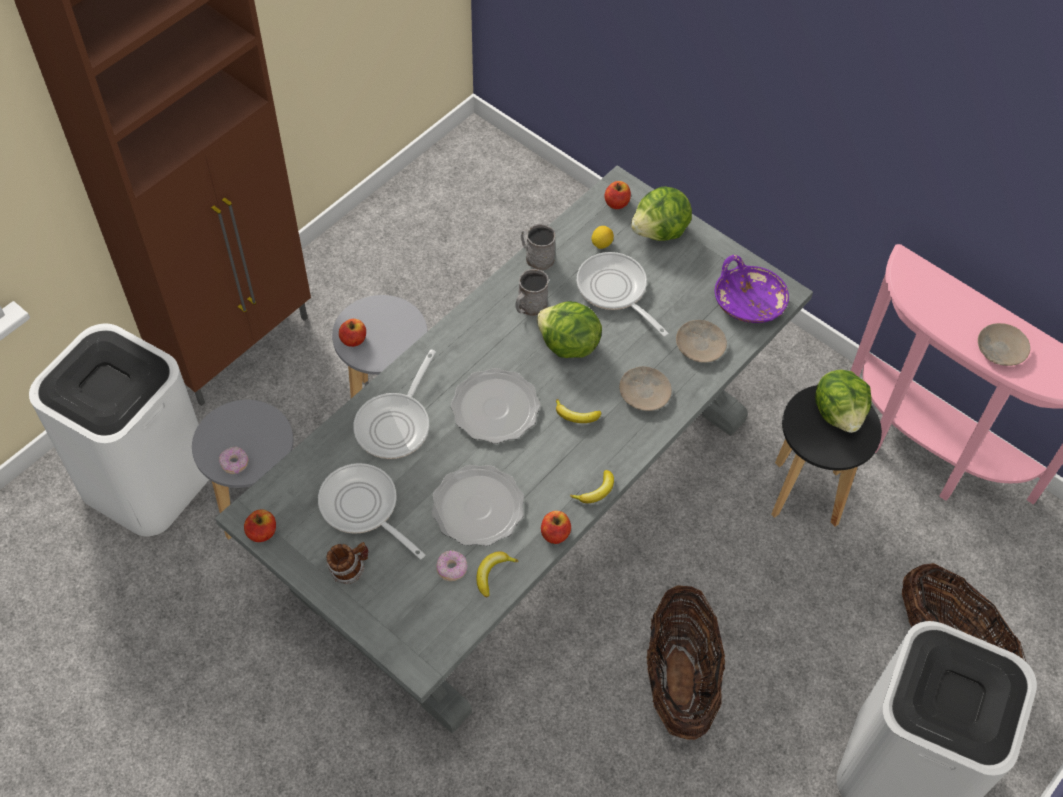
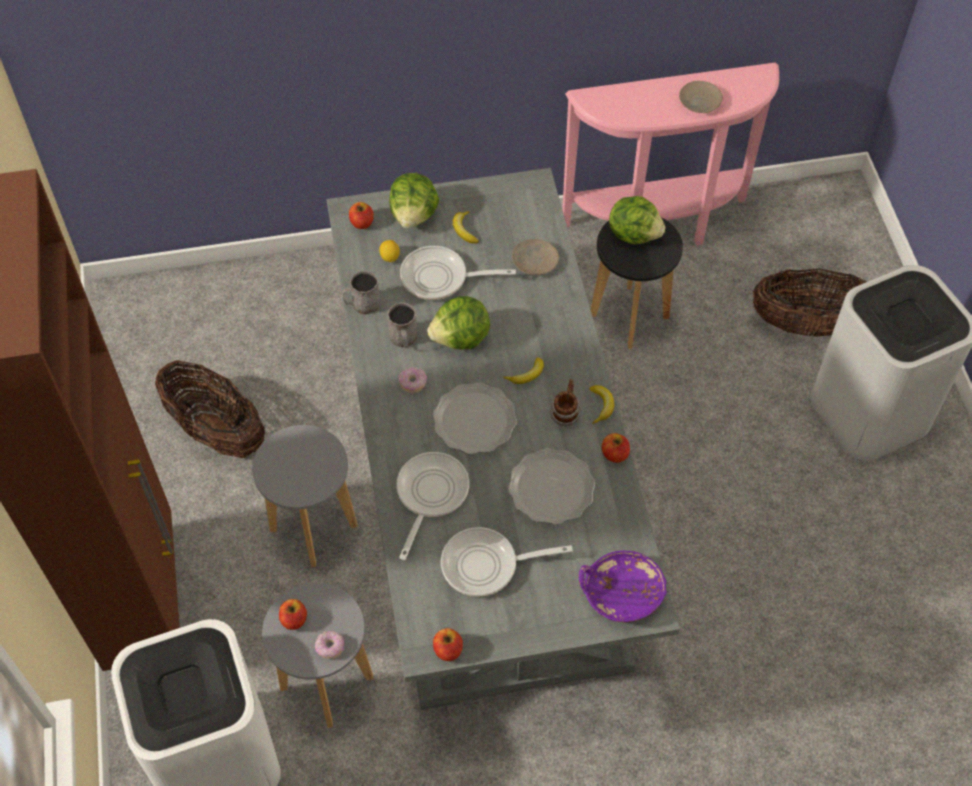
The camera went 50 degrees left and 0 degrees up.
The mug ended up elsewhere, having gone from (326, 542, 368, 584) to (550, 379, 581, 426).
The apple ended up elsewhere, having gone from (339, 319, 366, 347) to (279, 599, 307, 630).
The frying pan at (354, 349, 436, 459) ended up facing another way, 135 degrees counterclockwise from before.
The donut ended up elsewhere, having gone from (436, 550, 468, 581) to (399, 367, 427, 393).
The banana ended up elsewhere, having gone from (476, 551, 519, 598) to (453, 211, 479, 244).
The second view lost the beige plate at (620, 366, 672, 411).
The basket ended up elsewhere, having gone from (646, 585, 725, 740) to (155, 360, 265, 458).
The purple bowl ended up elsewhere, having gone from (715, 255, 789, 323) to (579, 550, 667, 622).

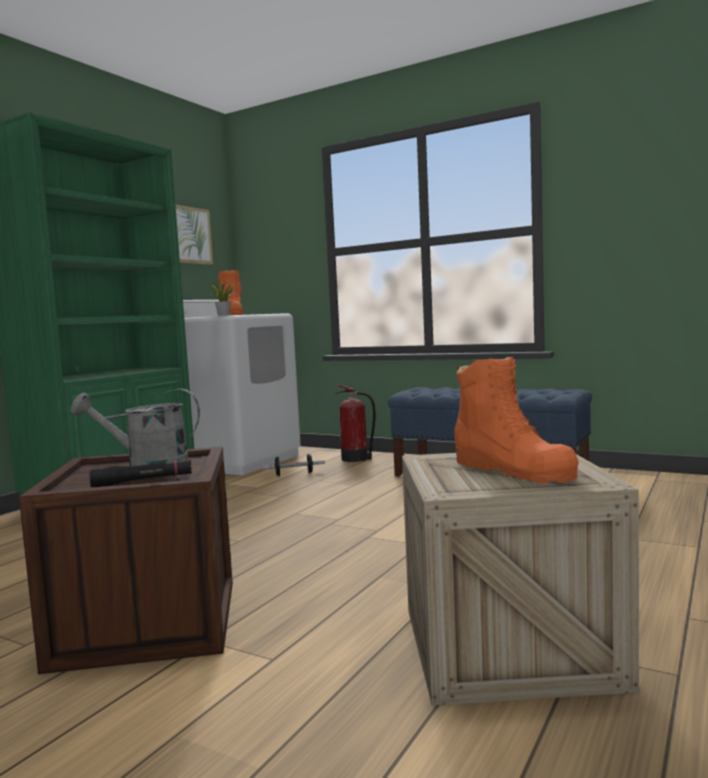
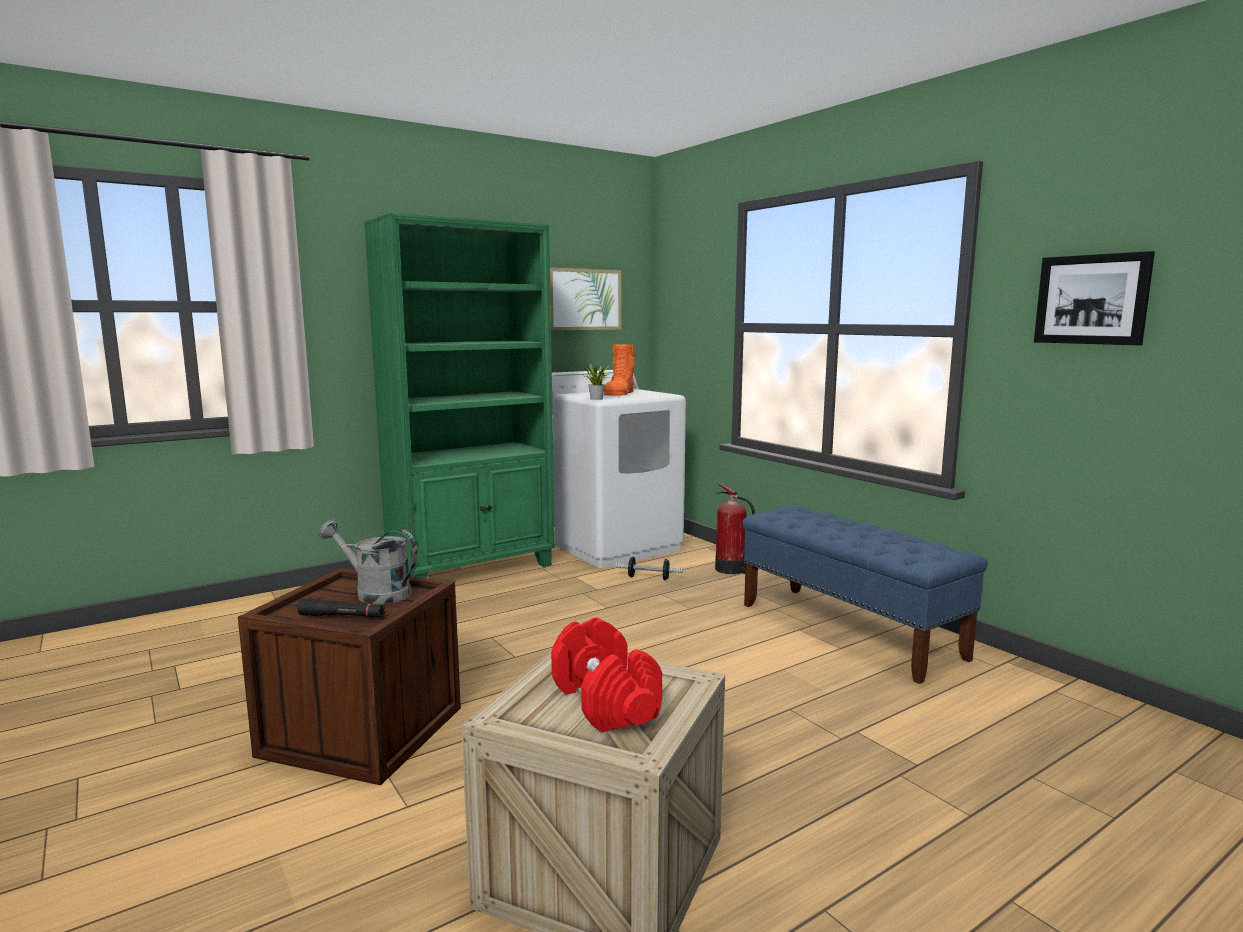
The camera went 25 degrees right and 5 degrees up.
Where the orange boot stood at (454, 356, 579, 483), the red dumbbell came to stand at (551, 617, 662, 733).
The second view gained the picture at (1034, 251, 1155, 345).

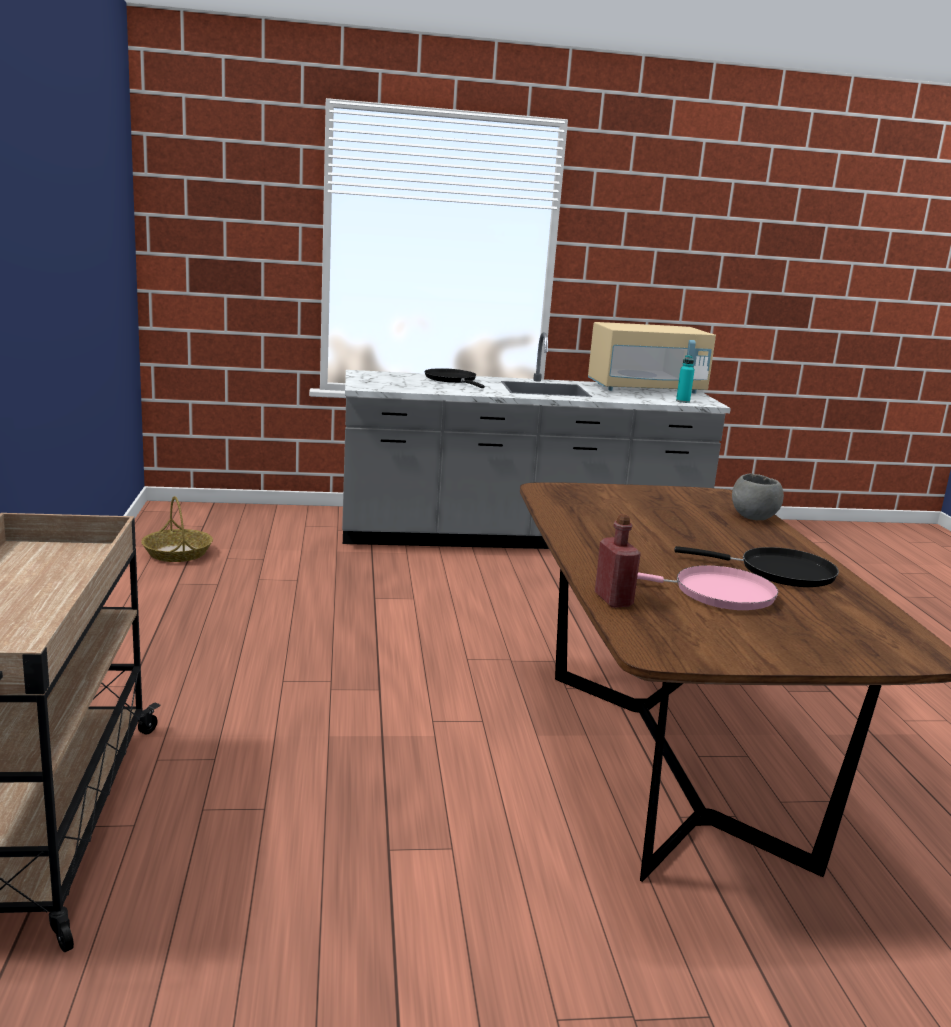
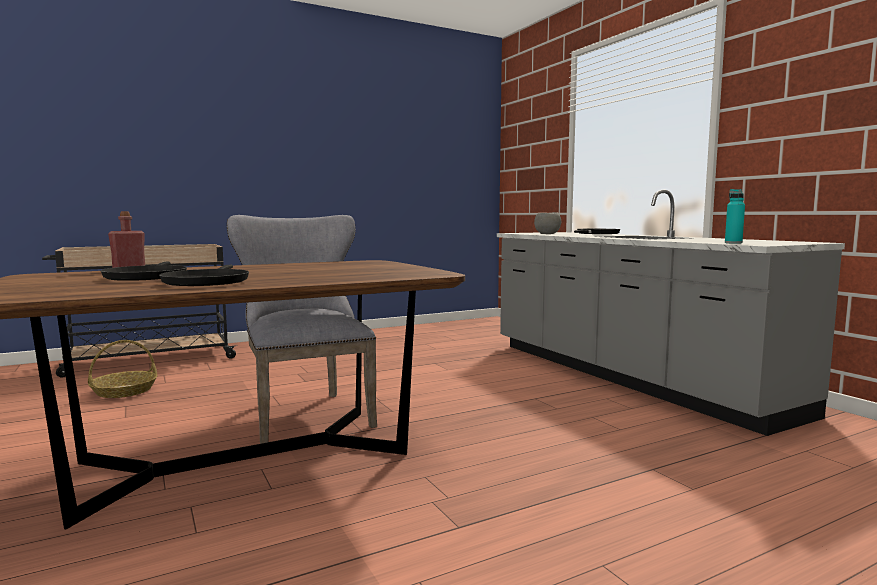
The camera went 70 degrees right and 10 degrees down.
The basket ended up elsewhere, having gone from (141, 496, 213, 562) to (88, 340, 157, 398).
The second view lost the beige microwave at (588, 322, 716, 394).
What was the pink frying pan at (637, 565, 778, 610) turned into the black frying pan at (101, 262, 187, 281).
The grey bowl ended up elsewhere, having gone from (732, 474, 784, 520) to (534, 212, 561, 234).
The second view gained the grey chair at (227, 215, 377, 444).

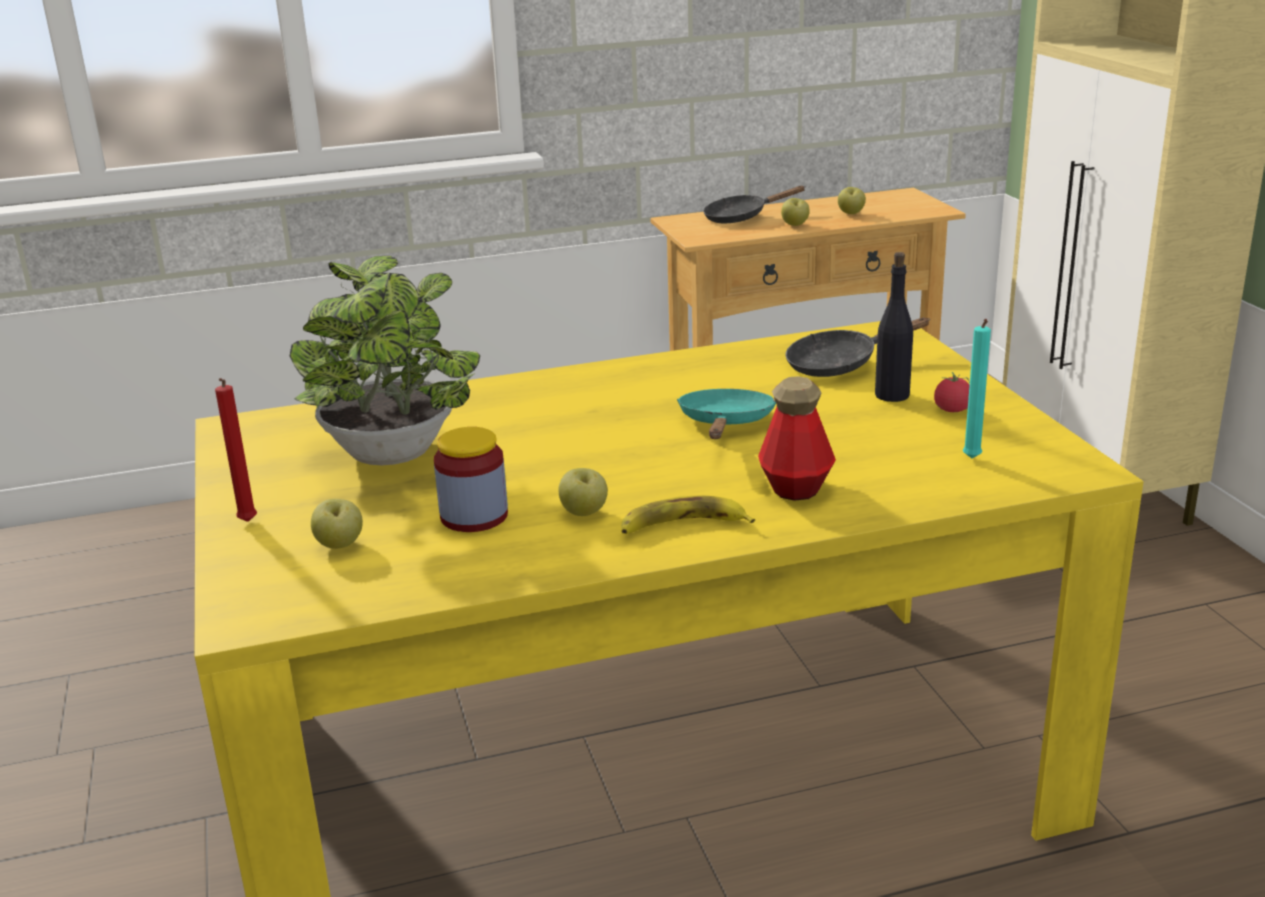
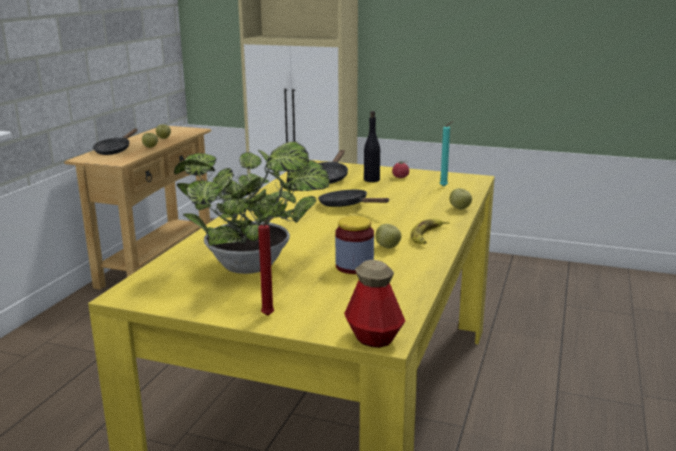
The camera went 55 degrees left and 5 degrees down.
The apple ended up elsewhere, having gone from (311, 499, 363, 549) to (450, 188, 472, 210).
What was the turquoise frying pan at (677, 389, 776, 439) turned into the black frying pan at (318, 190, 390, 207).
The bottle ended up elsewhere, having gone from (758, 376, 836, 501) to (344, 260, 405, 348).

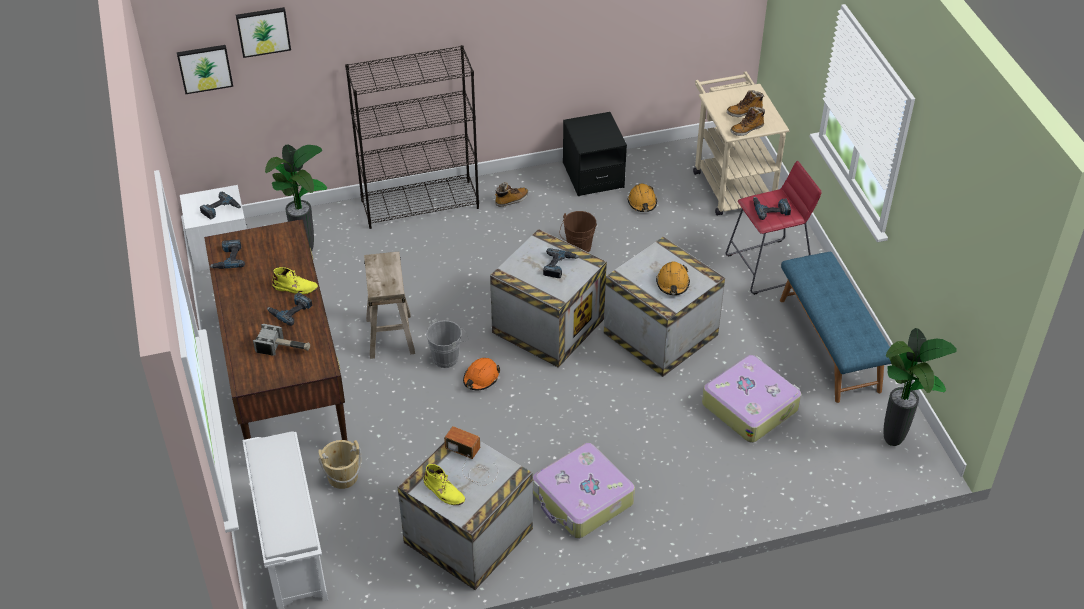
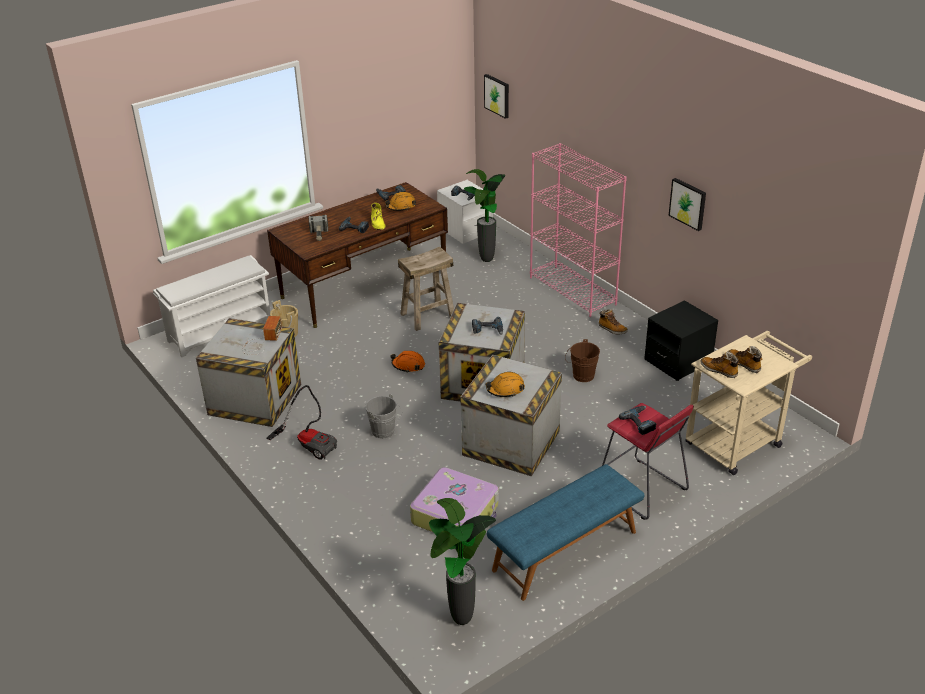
The camera went 70 degrees right and 10 degrees down.
The picture ended up elsewhere, having gone from (236, 7, 291, 58) to (668, 178, 706, 231).
What was the black bookcase at (345, 45, 479, 229) turned into the pink bookcase at (530, 143, 627, 317).
The second view lost the yellow boot at (423, 464, 465, 505).
The grey bucket ended up elsewhere, having gone from (426, 319, 468, 368) to (365, 394, 402, 439).
Where the suitcase stood at (533, 443, 635, 539), the vacuum cleaner came to stand at (266, 385, 337, 460).
The orange hard hat ended up elsewhere, having gone from (628, 184, 657, 212) to (385, 192, 416, 211).

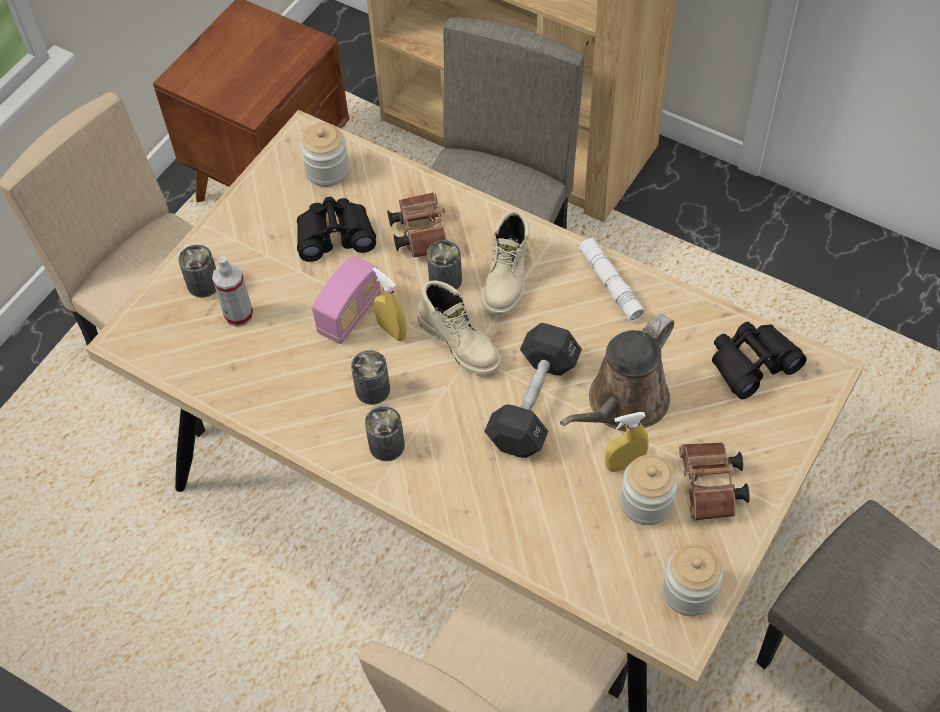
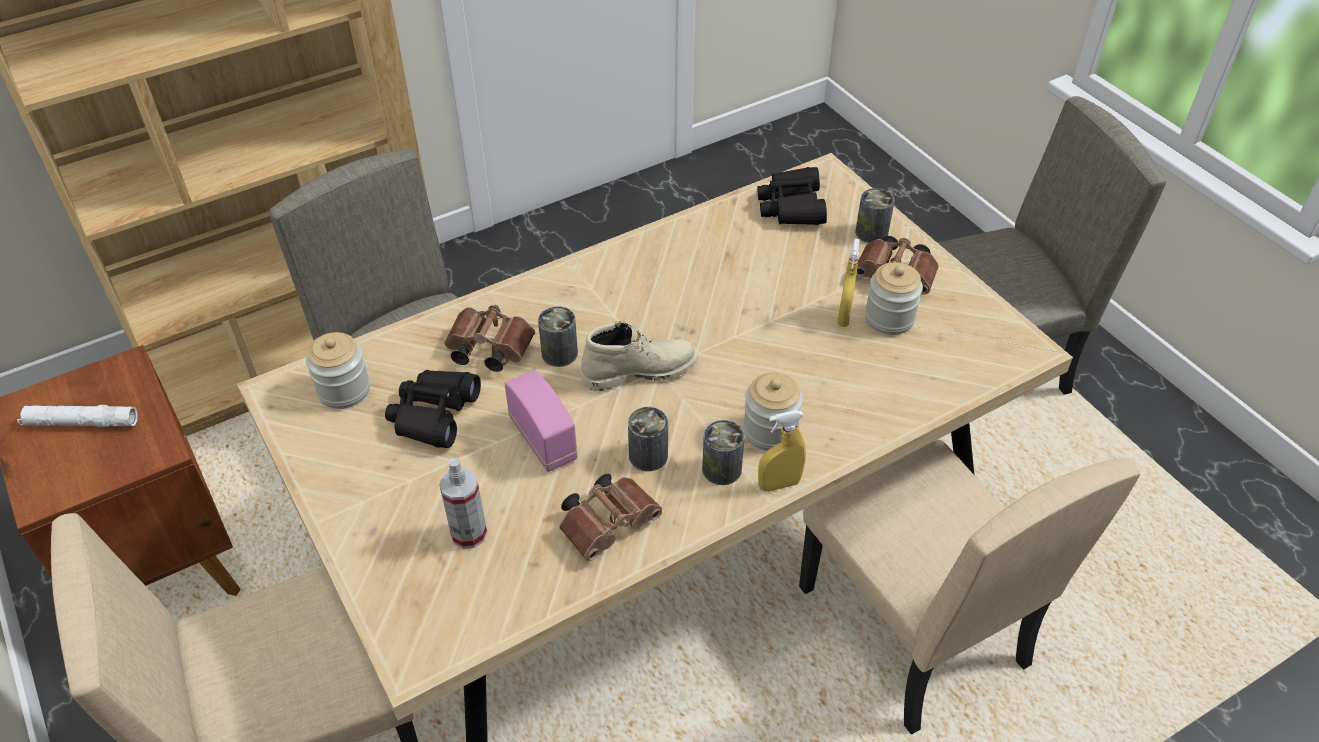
The camera went 65 degrees left and 10 degrees down.
The can ended up elsewhere, having gone from (178, 245, 216, 298) to (855, 188, 895, 243).
The yellow spray bottle ended up elsewhere, having gone from (373, 267, 407, 341) to (758, 410, 806, 492).
The second view lost the beige boot at (481, 210, 529, 316).
The second view lost the black dumbbell at (484, 323, 582, 458).
The second view lost the brown watering can at (560, 314, 674, 432).
The white flashlight ended up elsewhere, having gone from (577, 237, 645, 322) to (17, 405, 138, 427).
The jar ended up elsewhere, having gone from (662, 544, 723, 616) to (743, 372, 803, 451).
The second view gained the brown binoculars at (559, 474, 662, 561).

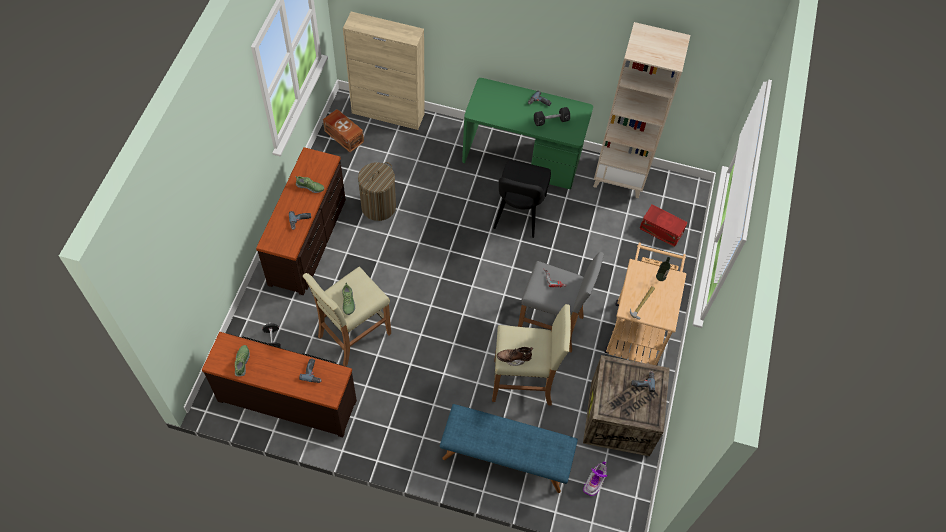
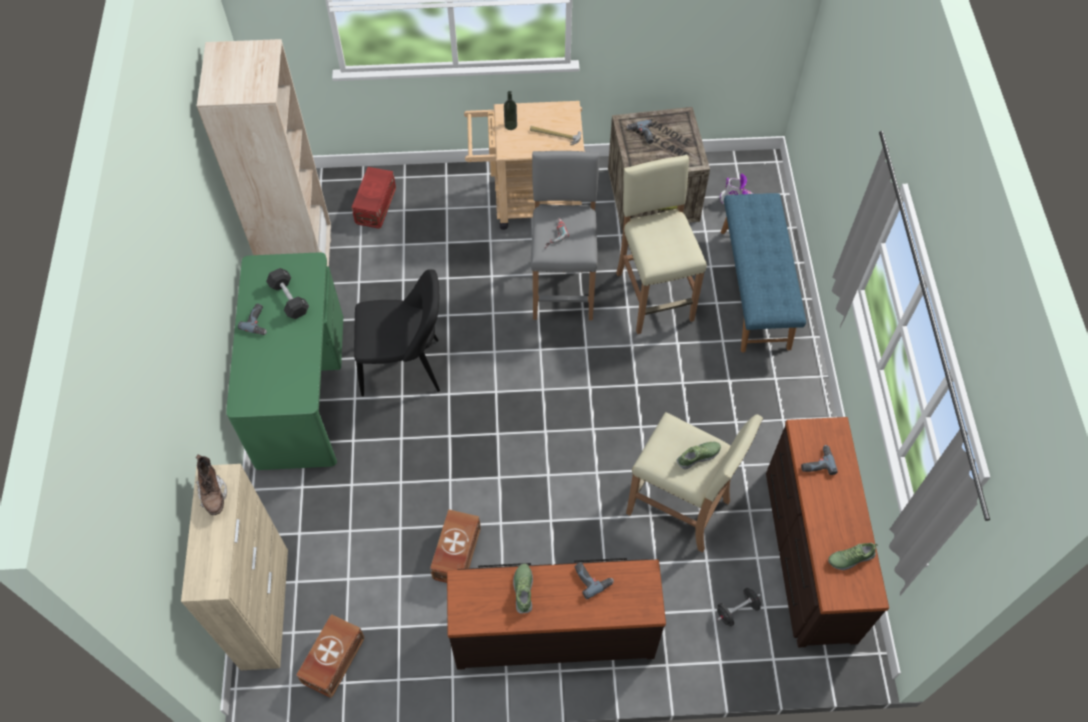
The camera went 105 degrees left and 0 degrees up.
Where the laundry basket stood at (358, 162, 396, 221), the brown storage box came to stand at (430, 509, 481, 583).
The brown boot ended up elsewhere, having gone from (497, 347, 533, 366) to (196, 454, 227, 515).

